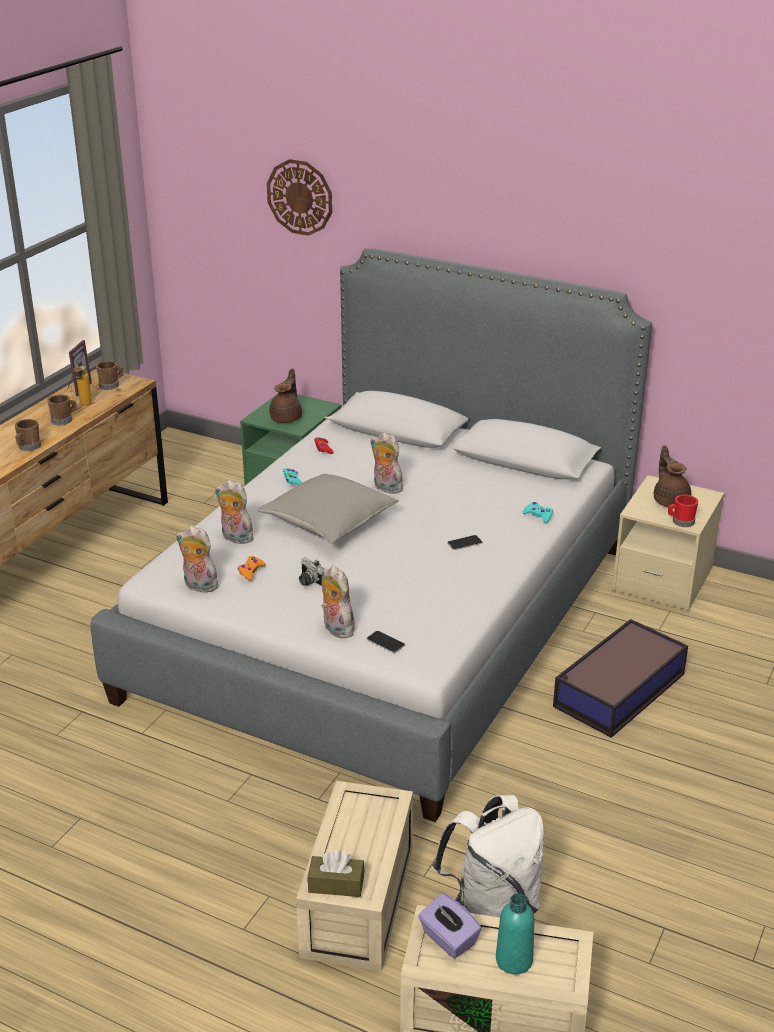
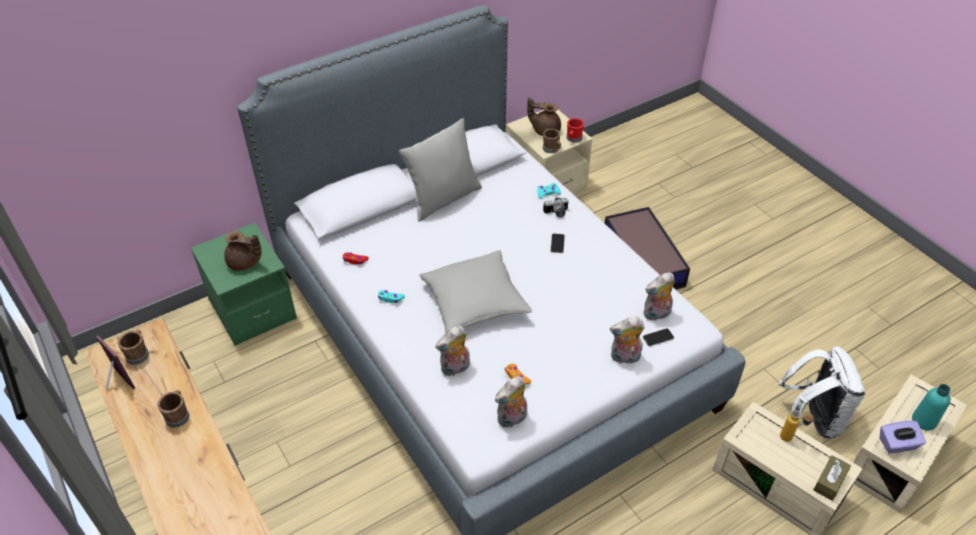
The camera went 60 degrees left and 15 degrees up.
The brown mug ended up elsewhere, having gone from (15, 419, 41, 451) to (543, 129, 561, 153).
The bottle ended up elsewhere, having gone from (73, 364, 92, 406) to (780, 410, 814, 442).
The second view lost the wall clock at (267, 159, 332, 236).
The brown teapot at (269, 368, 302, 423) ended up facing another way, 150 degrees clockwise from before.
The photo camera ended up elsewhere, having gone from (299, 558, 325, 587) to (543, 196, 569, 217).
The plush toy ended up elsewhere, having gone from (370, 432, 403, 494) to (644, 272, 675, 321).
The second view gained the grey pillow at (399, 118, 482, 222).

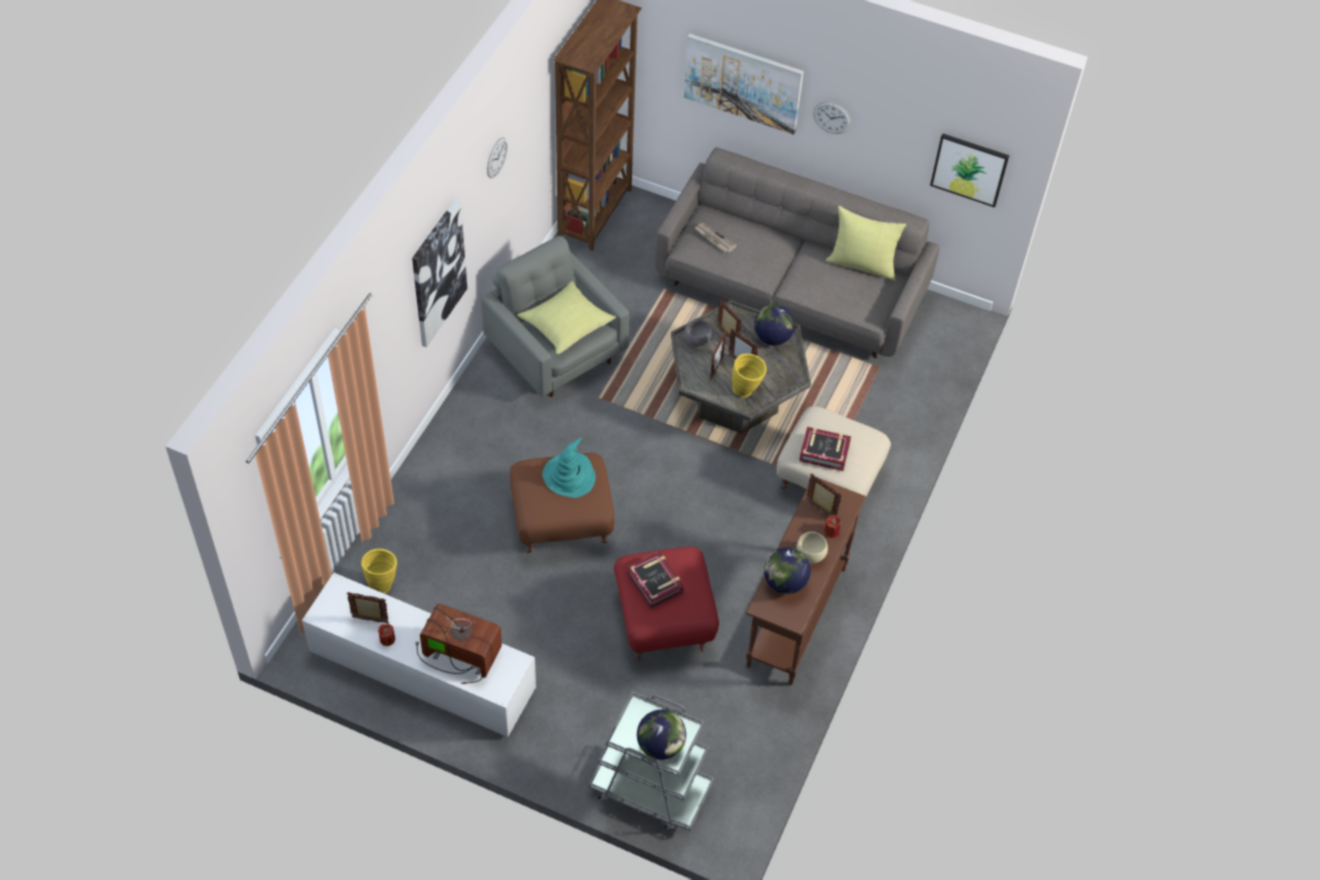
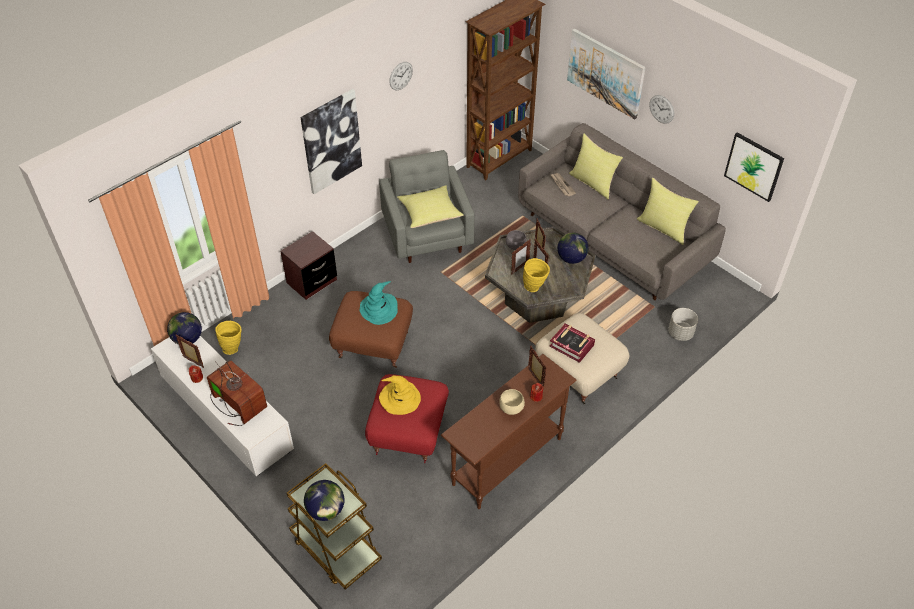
The camera went 25 degrees right and 5 degrees down.
What was the grey cart at (589, 691, 714, 831) turned into the brown cart at (287, 463, 382, 590).
Where the book stood at (627, 551, 684, 609), the yellow hat came to stand at (379, 375, 421, 415).
The globe ended up elsewhere, having gone from (764, 547, 811, 594) to (167, 312, 202, 345).
The second view gained the brown nightstand at (280, 231, 337, 300).
The second view gained the yellow pillow at (569, 133, 623, 199).
The second view gained the grey planter at (668, 308, 698, 341).

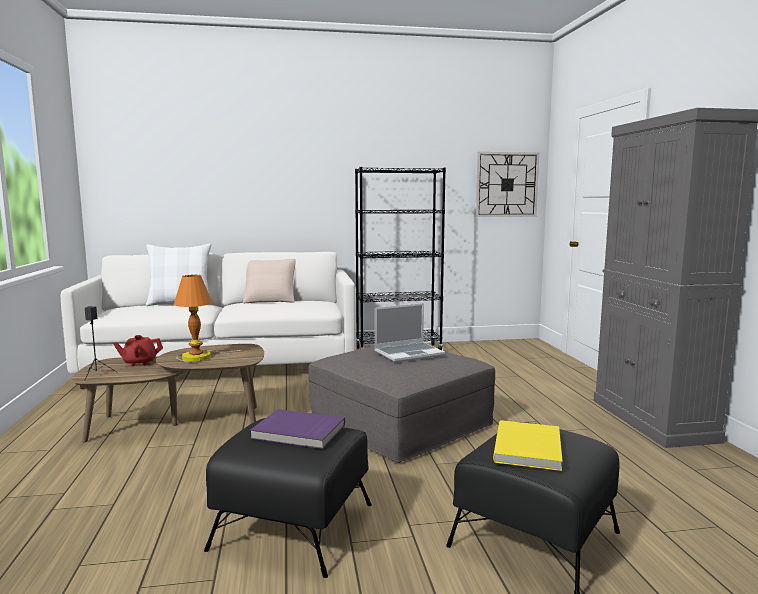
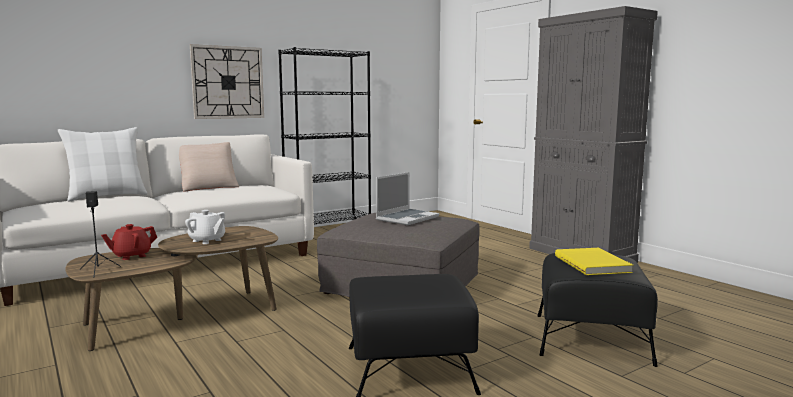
The camera went 25 degrees left and 0 degrees up.
Where the table lamp stood at (174, 275, 241, 362), the white teapot came to stand at (185, 210, 225, 244).
The second view lost the purple book at (250, 409, 345, 449).
The wall clock ended up elsewhere, having gone from (476, 152, 539, 217) to (190, 44, 264, 119).

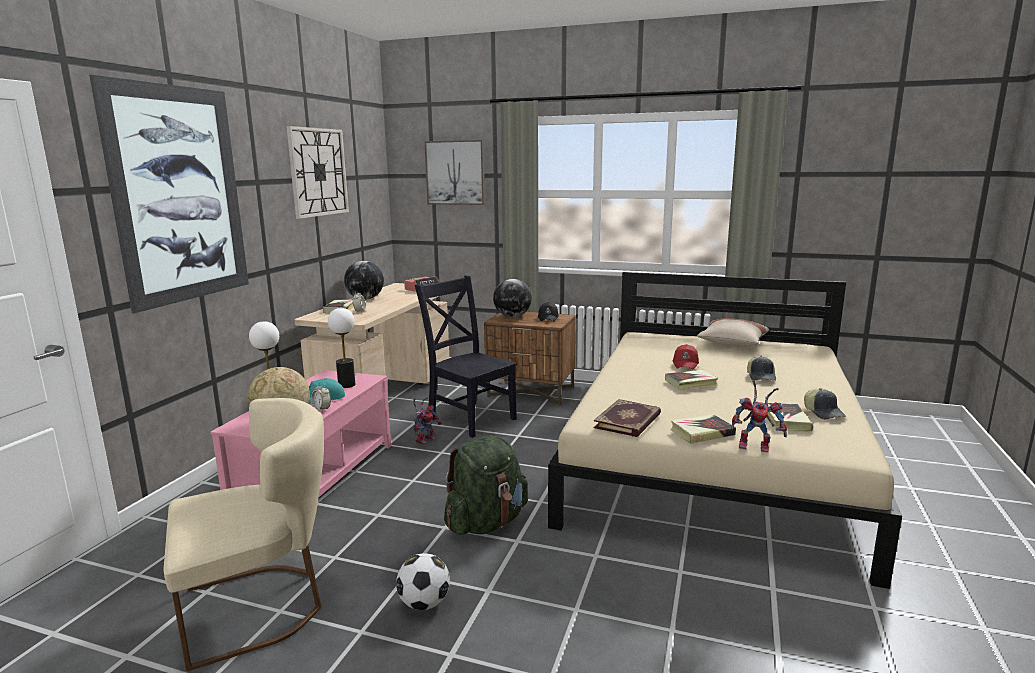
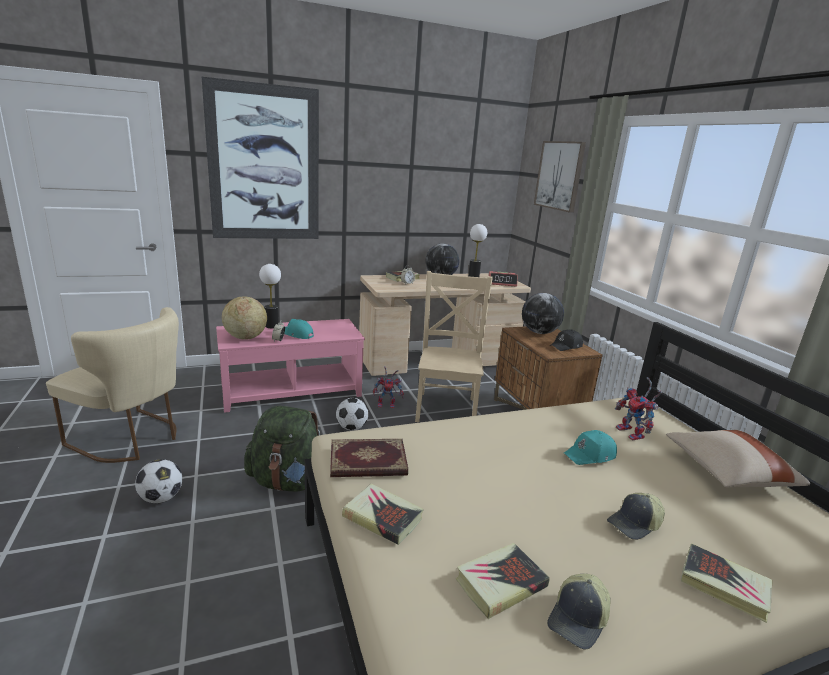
The camera went 50 degrees right and 5 degrees up.
The second view lost the wall clock at (286, 126, 349, 219).
The table lamp ended up elsewhere, having gone from (328, 308, 355, 388) to (468, 224, 487, 277).
What was the black chair at (415, 275, 517, 438) turned into the beige chair at (415, 271, 493, 422).
The book ended up elsewhere, having gone from (665, 370, 718, 390) to (681, 544, 773, 623).
What was the red cap at (672, 344, 699, 370) turned into the turquoise cap at (564, 430, 617, 465).
The toy robot ended up elsewhere, having gone from (731, 380, 787, 453) to (615, 377, 662, 440).
The second view gained the football at (336, 398, 369, 430).

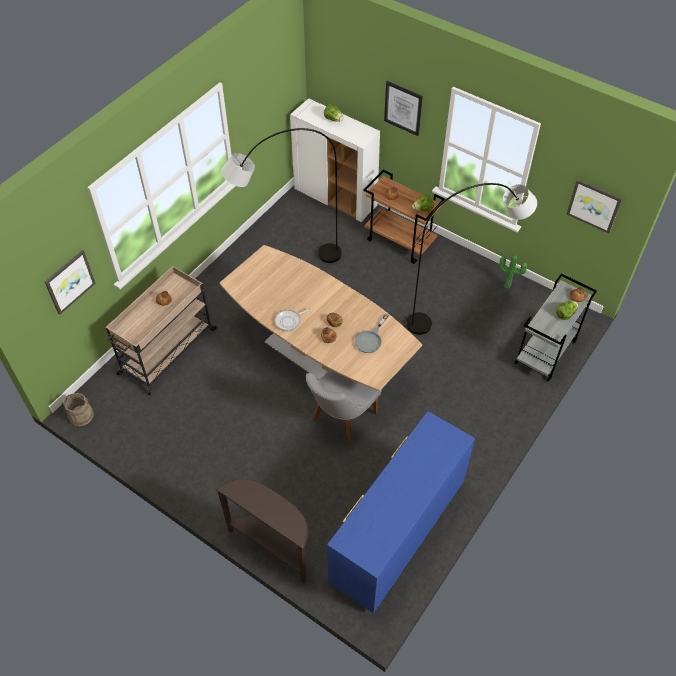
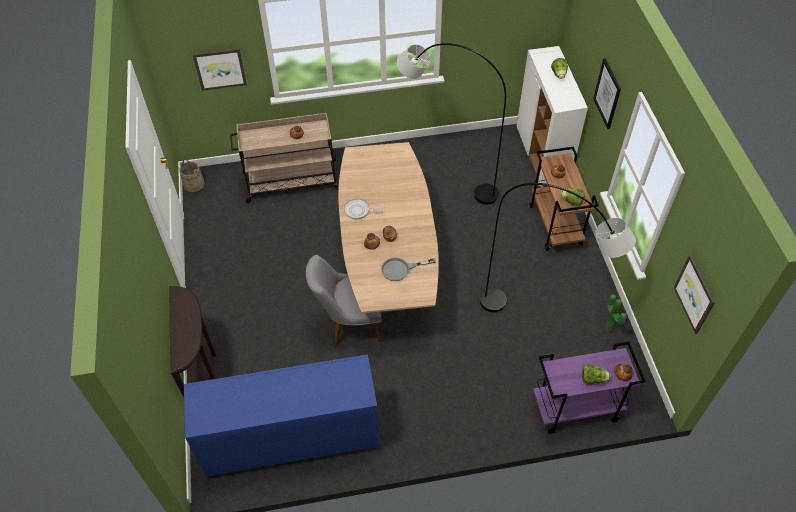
The camera went 45 degrees right and 0 degrees up.
What was the grey cart at (515, 273, 597, 382) turned into the purple cart at (533, 342, 646, 434).

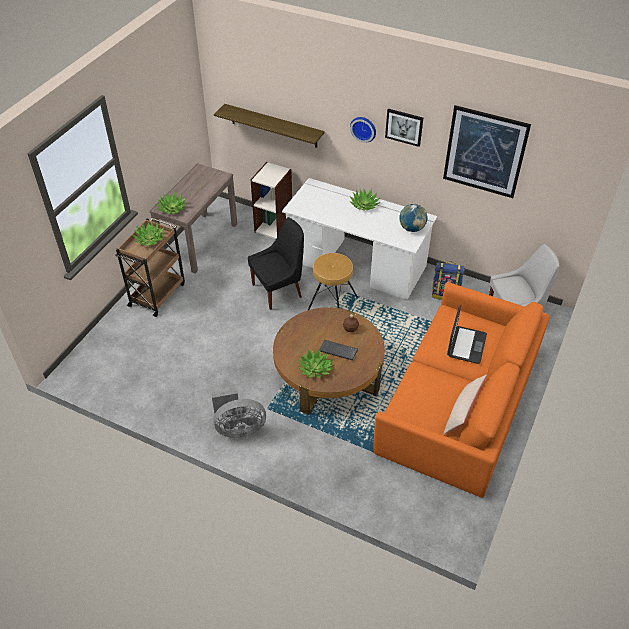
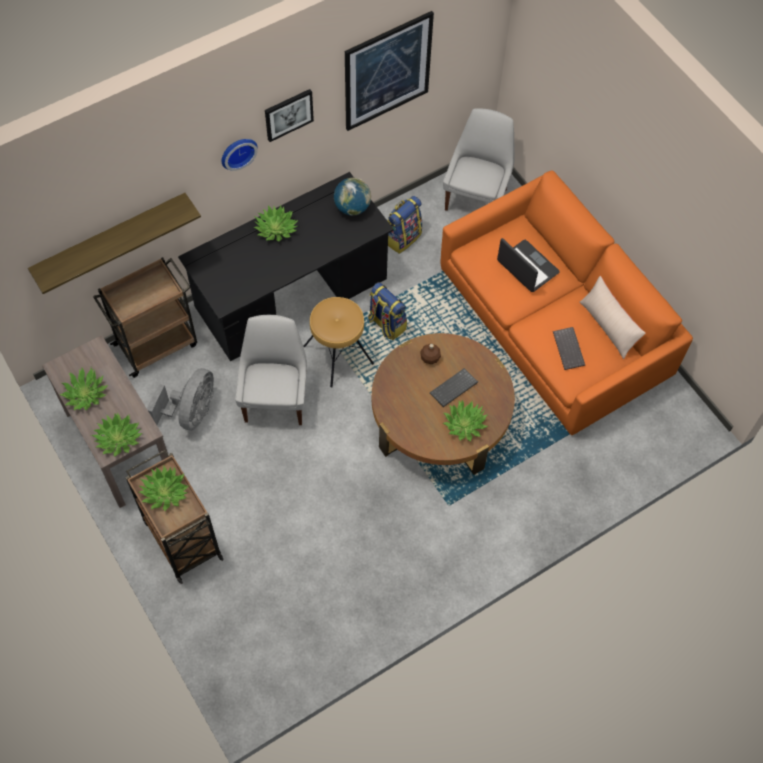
The camera went 60 degrees left and 15 degrees up.
The grey fan ended up elsewhere, having gone from (211, 389, 266, 438) to (147, 368, 214, 430).
What was the black chair at (248, 217, 304, 310) turned into the white chair at (235, 315, 307, 425).
Where the bookcase stood at (251, 162, 292, 239), the brown cart came to stand at (93, 257, 197, 378).
What was the white desk at (282, 178, 437, 300) turned into the black desk at (178, 172, 394, 361).
The second view gained the potted plant at (60, 368, 108, 410).
The second view gained the backpack at (368, 282, 407, 340).
The second view gained the keyboard at (553, 327, 585, 370).

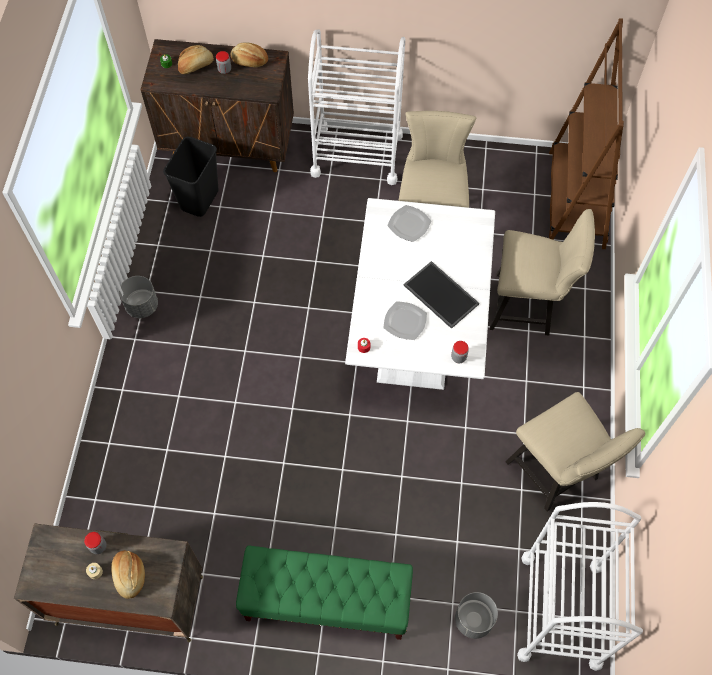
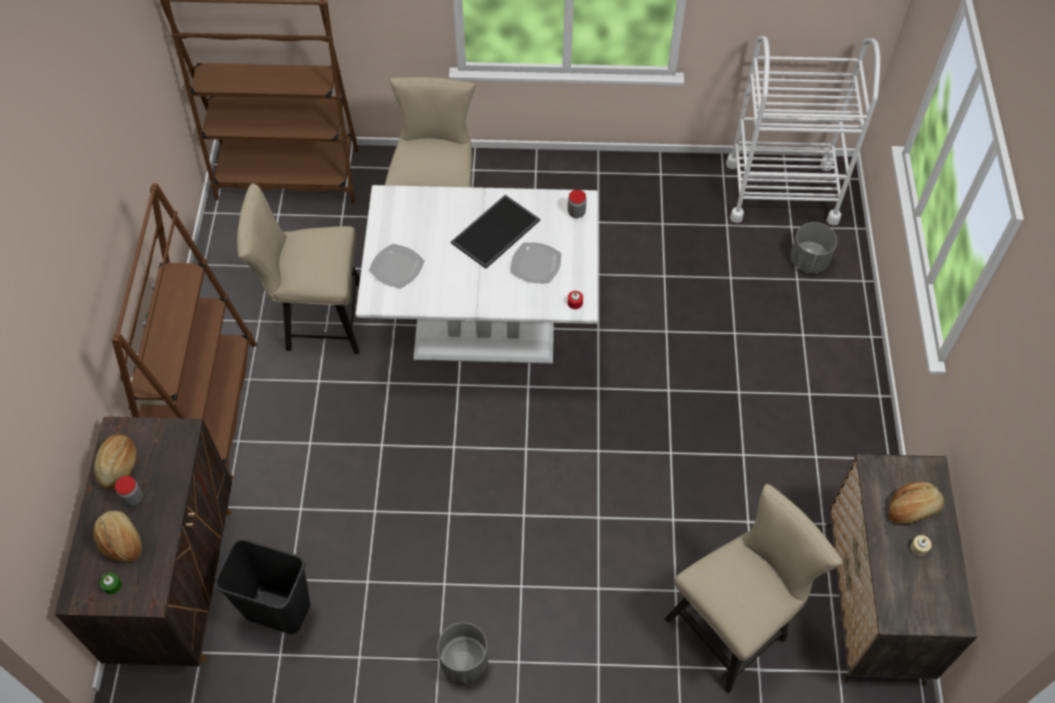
The camera went 95 degrees left and 5 degrees down.
The second view lost the jar at (84, 532, 107, 554).
The second view lost the green bench at (236, 545, 413, 640).
Where the white cart stood at (308, 29, 405, 185), the brown bookcase came to stand at (112, 183, 257, 480).
The beige chair ended up elsewhere, having gone from (506, 392, 645, 512) to (665, 484, 843, 693).

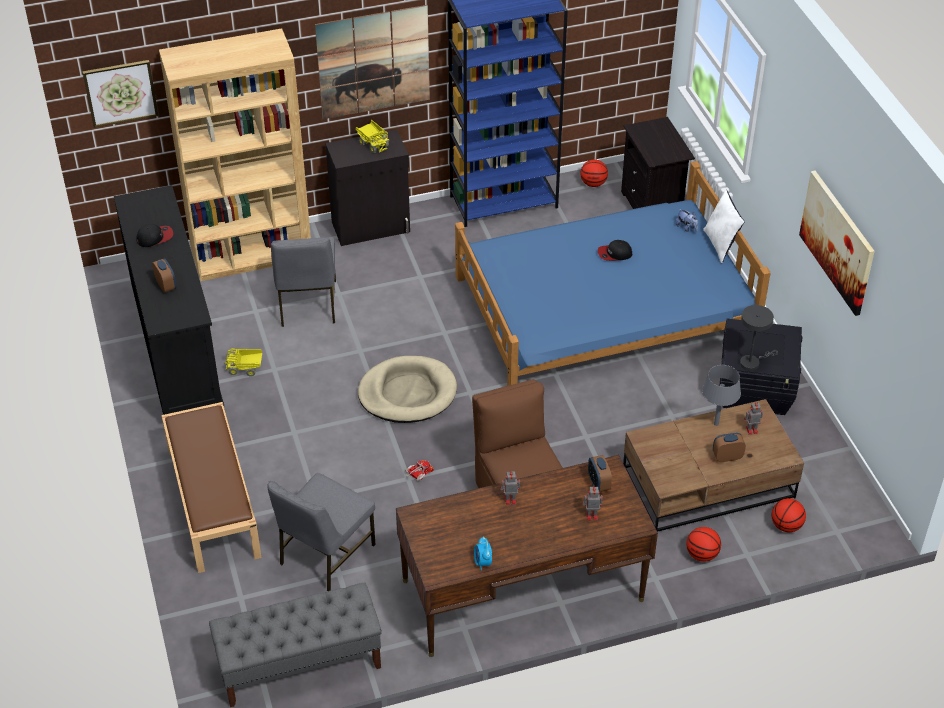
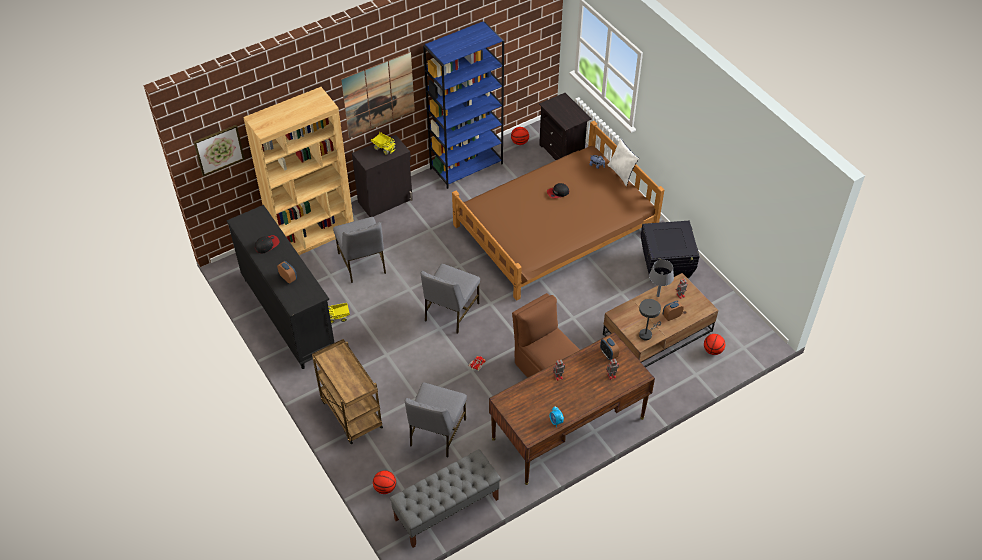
The camera went 15 degrees left and 5 degrees up.
Where the brown bench stood at (162, 402, 262, 573), the brown cart came to stand at (312, 339, 383, 444).
Where the beige dog bed stood at (358, 356, 457, 423), the grey chair came to stand at (421, 264, 480, 334).
What was the blue bed at (455, 161, 771, 386) turned into the brown bed at (452, 121, 665, 300).
The basketball ended up elsewhere, having gone from (686, 527, 721, 562) to (373, 471, 396, 494).
The grey table lamp ended up elsewhere, having gone from (740, 305, 778, 371) to (639, 299, 661, 340).
The second view lost the picture at (799, 171, 875, 316).

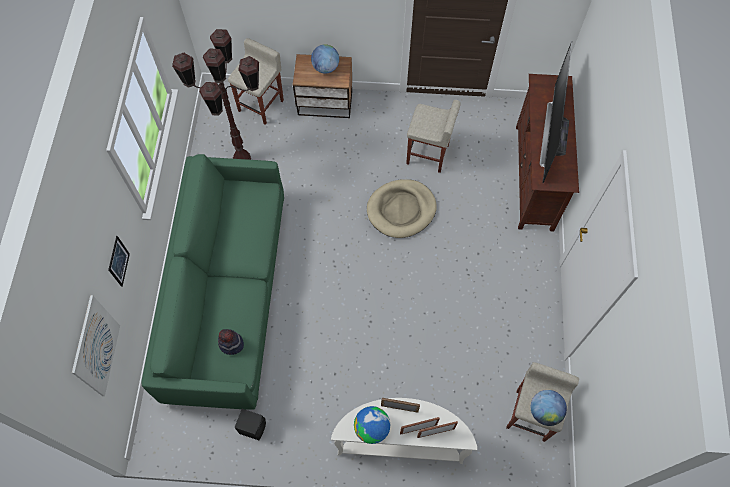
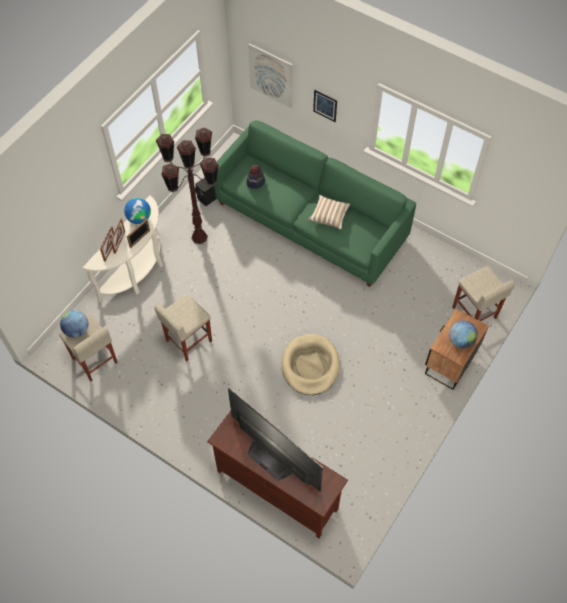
The camera went 120 degrees right and 5 degrees down.
The brown floor lamp ended up elsewhere, having gone from (172, 29, 259, 160) to (156, 128, 219, 244).
The beige stool ended up elsewhere, having gone from (406, 100, 460, 173) to (154, 294, 212, 361).
The second view gained the pillow at (308, 195, 350, 230).

